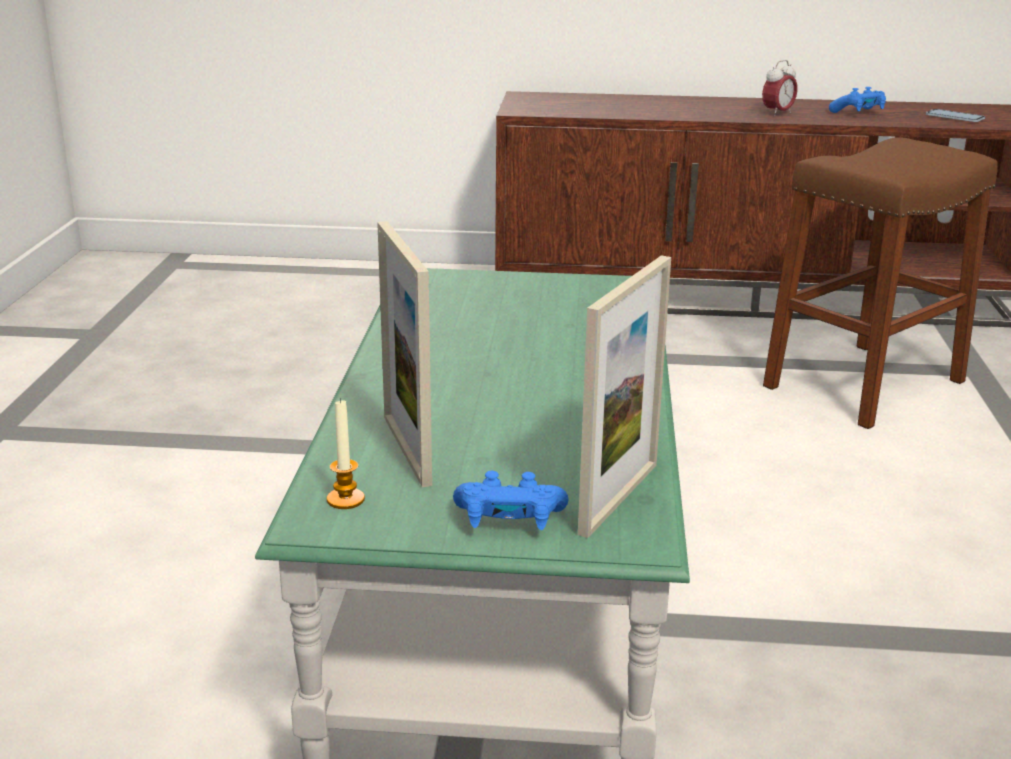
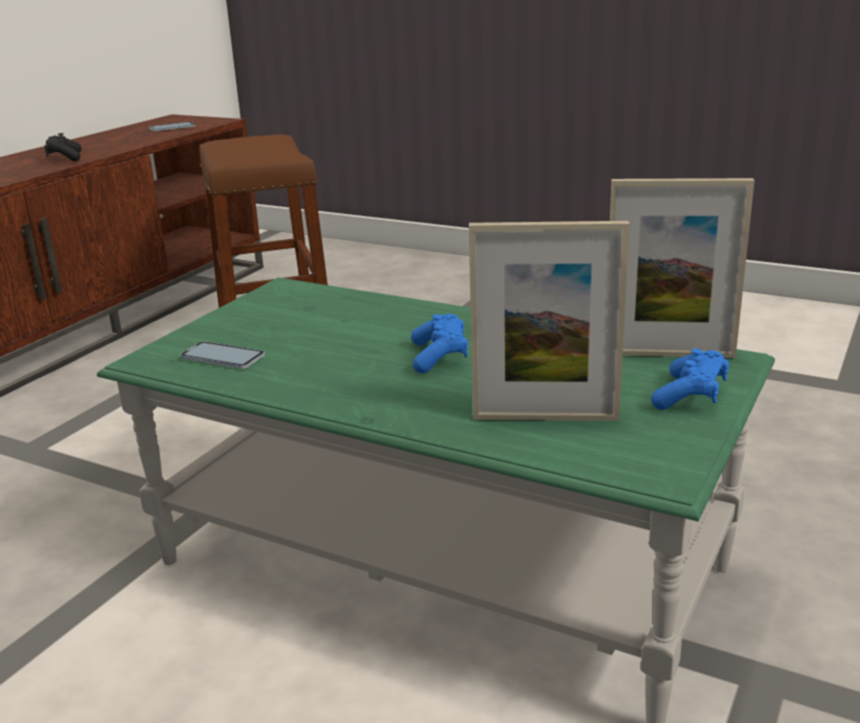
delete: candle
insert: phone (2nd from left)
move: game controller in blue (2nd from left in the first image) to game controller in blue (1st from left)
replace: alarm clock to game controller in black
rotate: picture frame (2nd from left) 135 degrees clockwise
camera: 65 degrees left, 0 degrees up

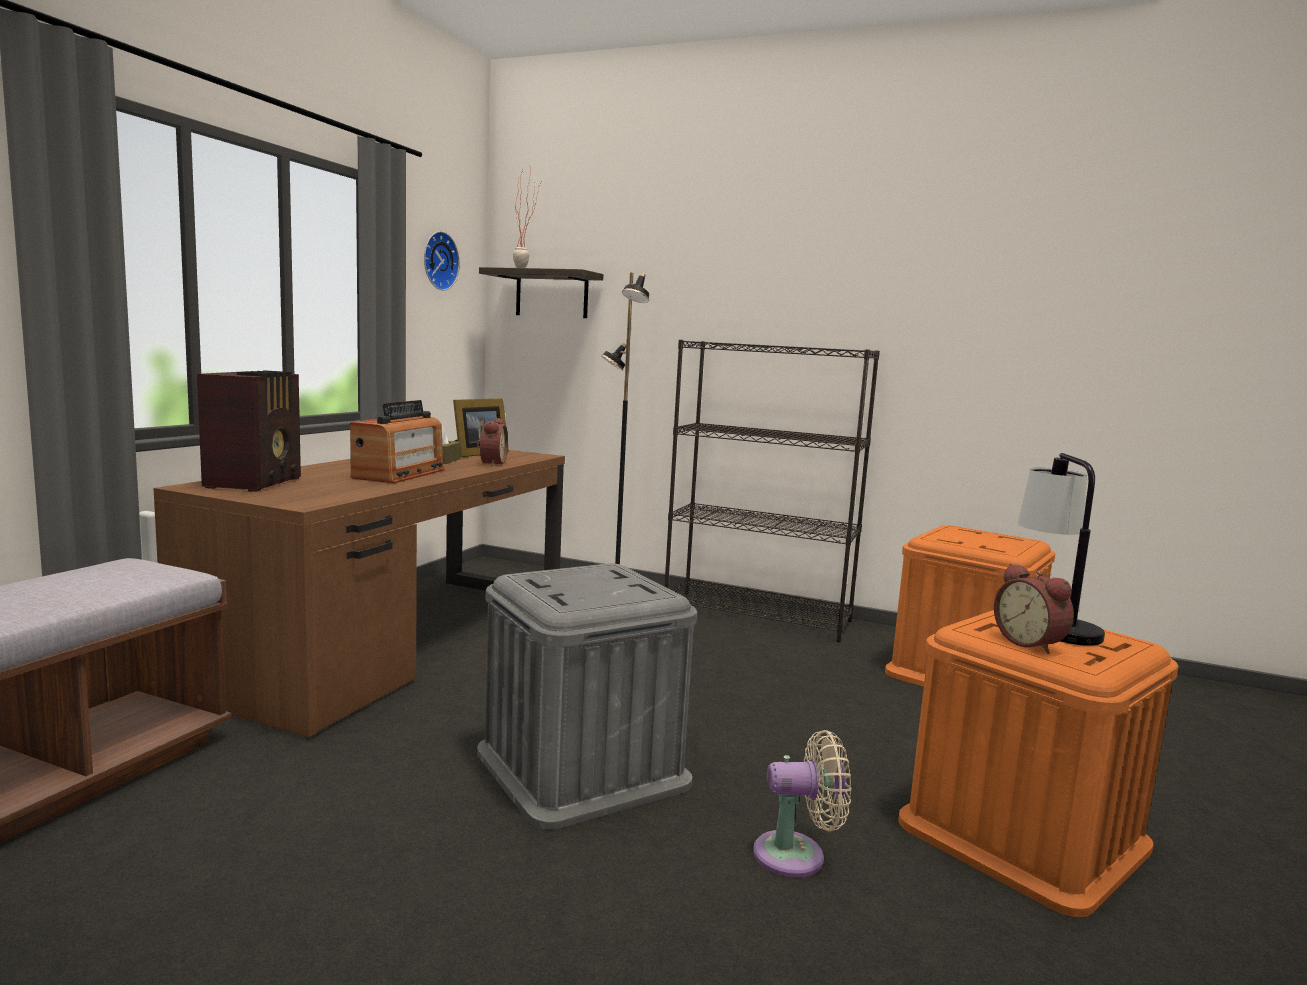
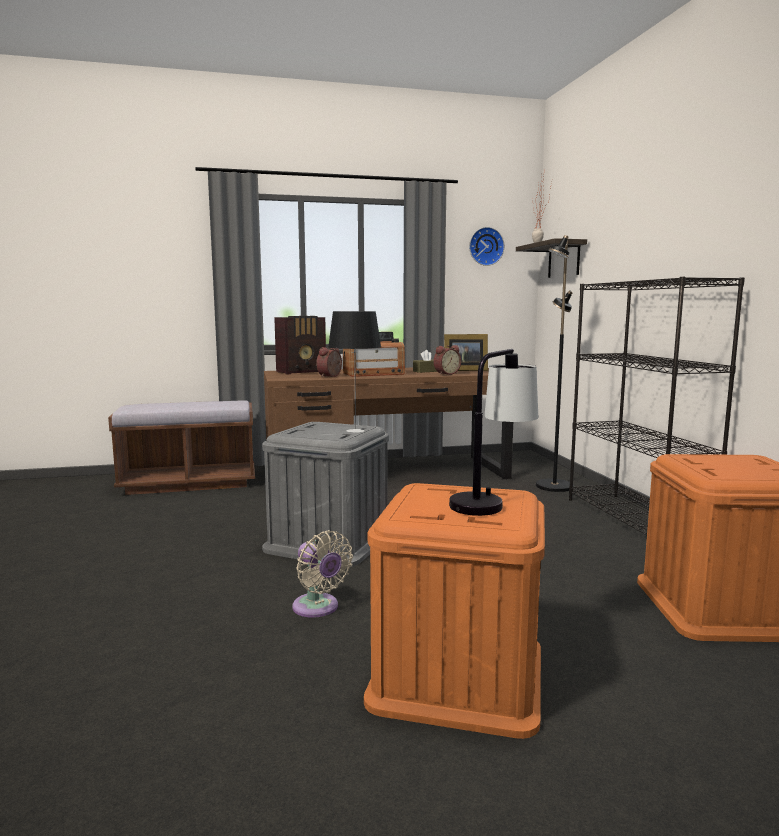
insert: table lamp (1st from left)
move: alarm clock (2nd from left in the first image) to alarm clock (1st from left)
camera: 55 degrees right, 0 degrees up

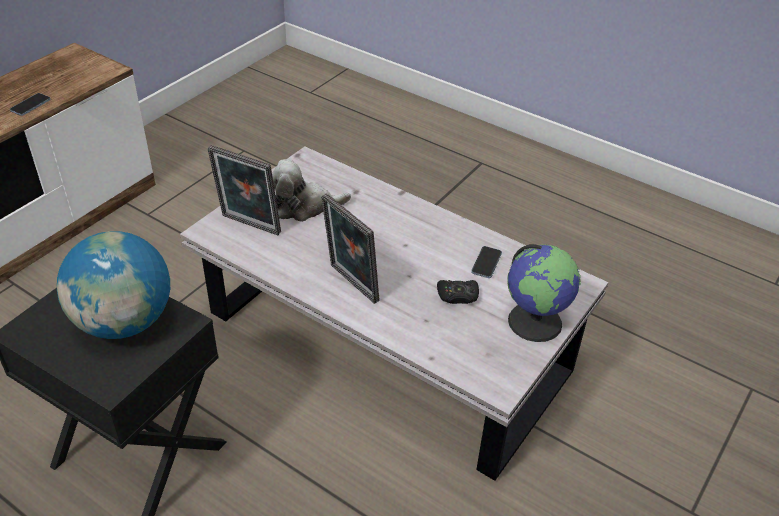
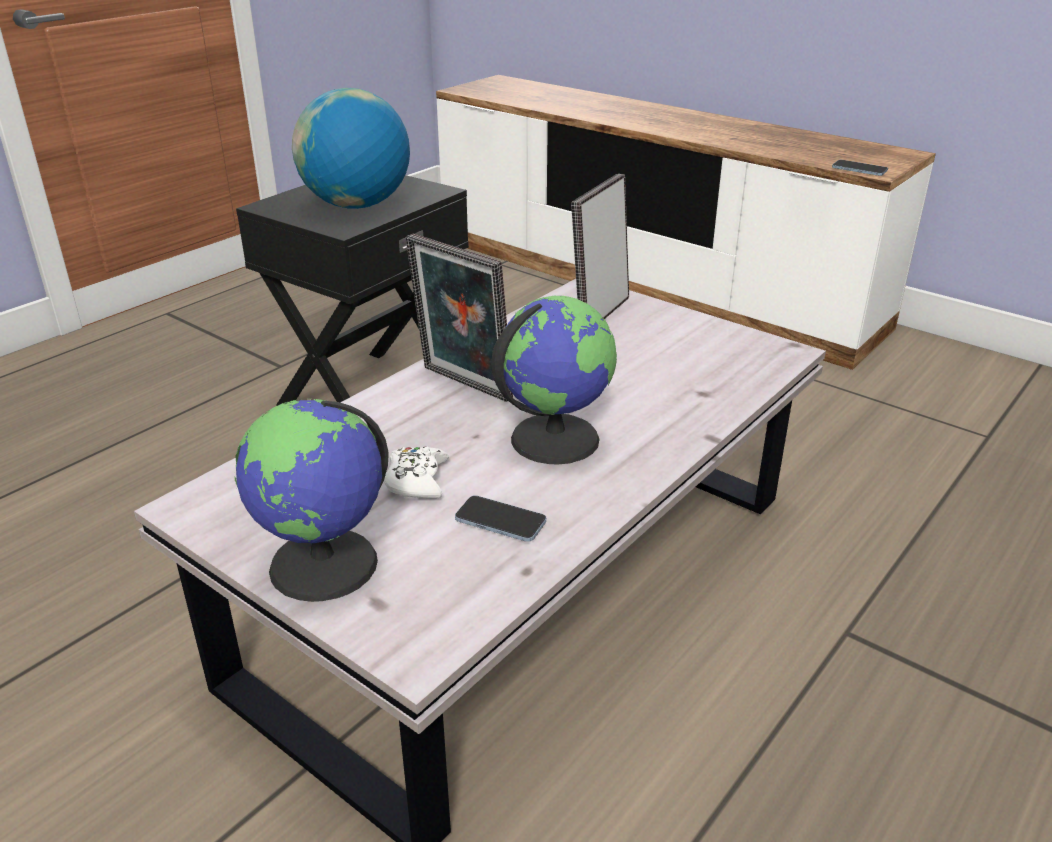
delete: plush toy
insert: globe (3rd from left)
move: phone (1st from left in the first image) to phone (2nd from left)
recolor: game controller in black to game controller in white
rotate: picture frame (2nd from left in the first image) 105 degrees counterclockwise
camera: 95 degrees right, 10 degrees down

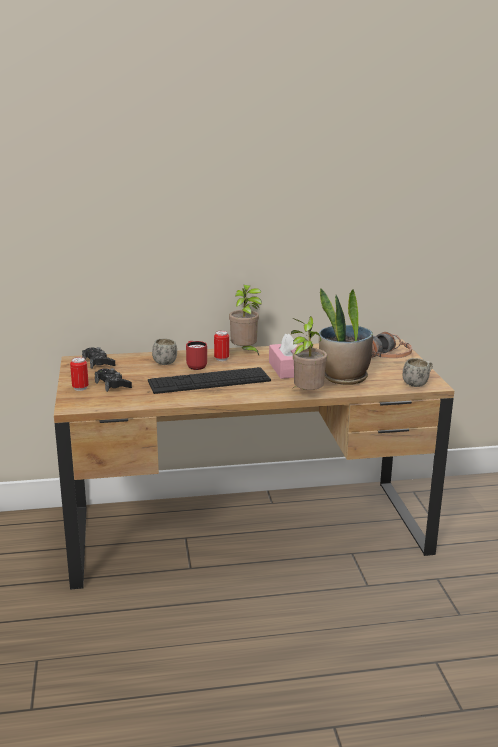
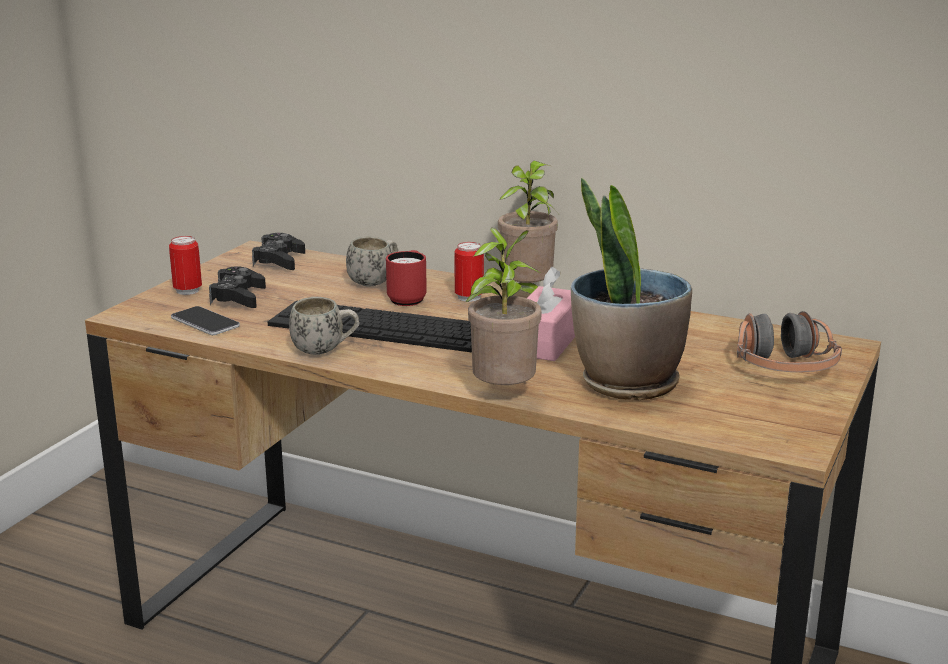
insert: phone
move: mug in white (2nd from left in the first image) to mug in white (1st from left)
camera: 35 degrees right, 0 degrees up

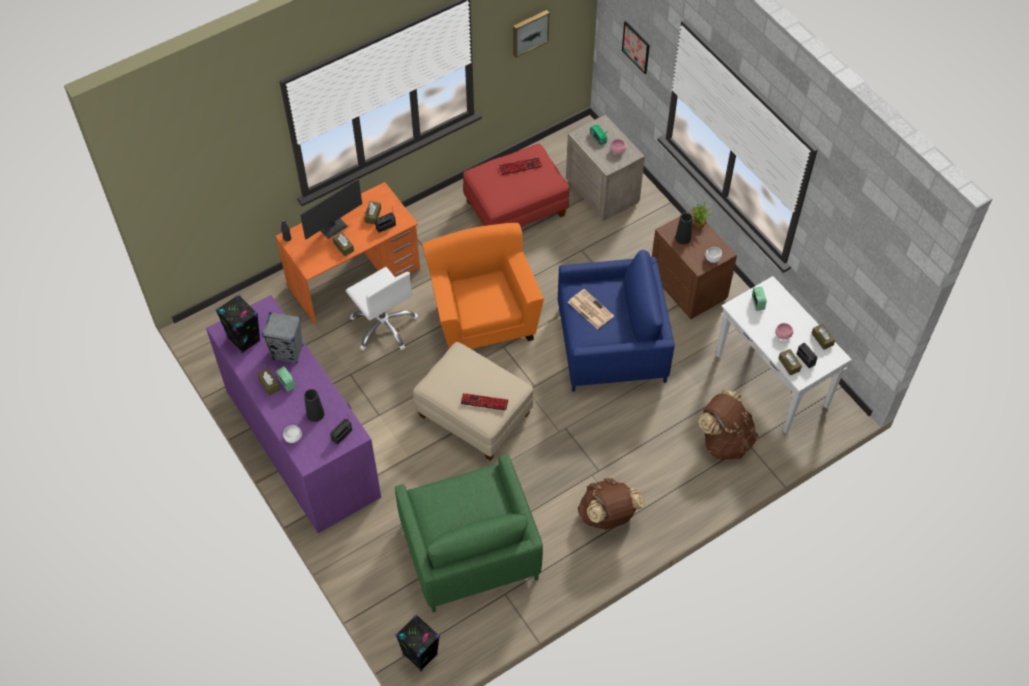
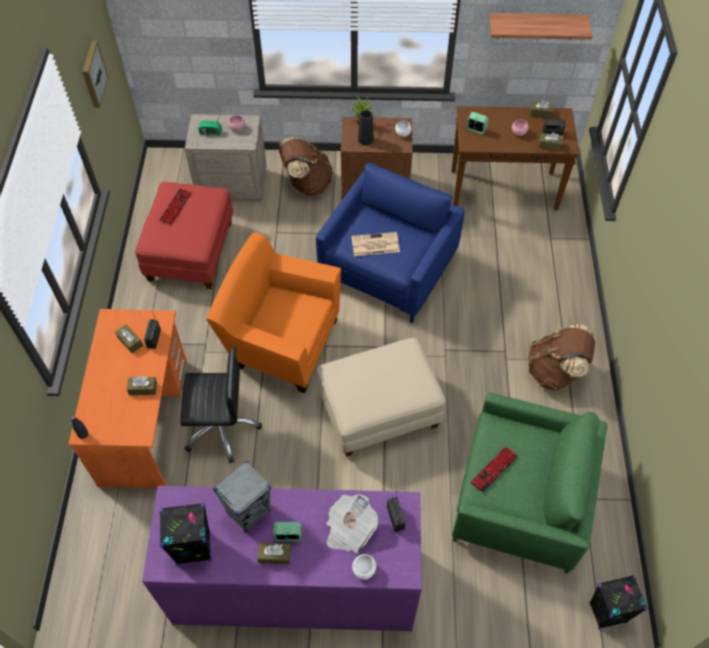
delete: monitor; picture (2nd from left)
insert: shelf
move: keyboard (1st from left in the first image) to keyboard (2nd from left); backpack in brown (2nd from left in the first image) to backpack in brown (1st from left)
replace: vase in black (1st from left) to newspaper (1st from left)
recolor: office chair in white to office chair in black; console table in white to console table in brown
camera: 55 degrees left, 0 degrees up

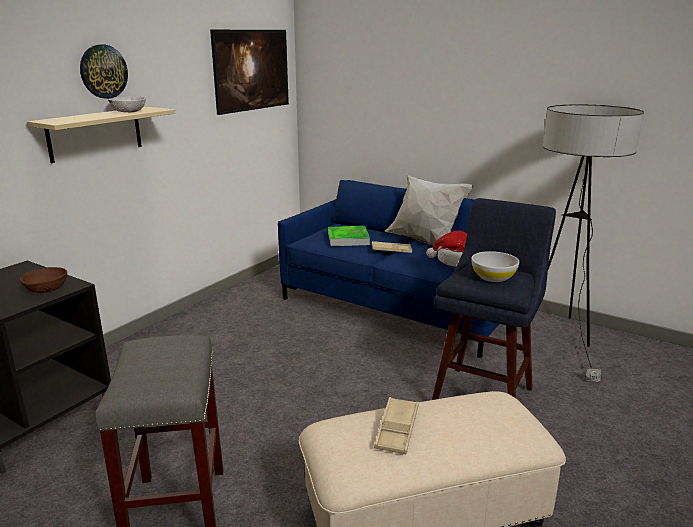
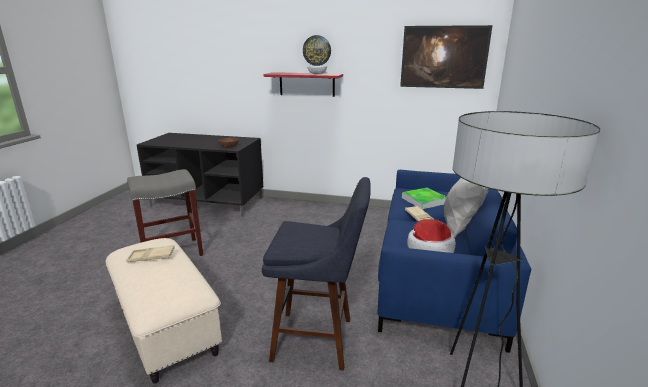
delete: bowl in white (2nd from left)
recolor: shelf in beige to shelf in red
camera: 70 degrees right, 0 degrees up

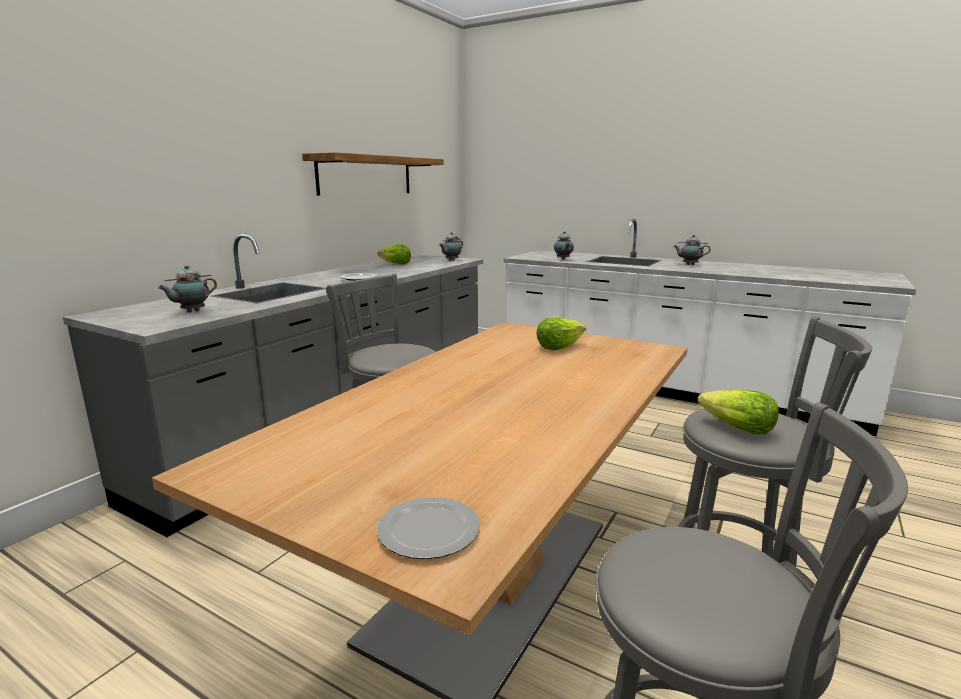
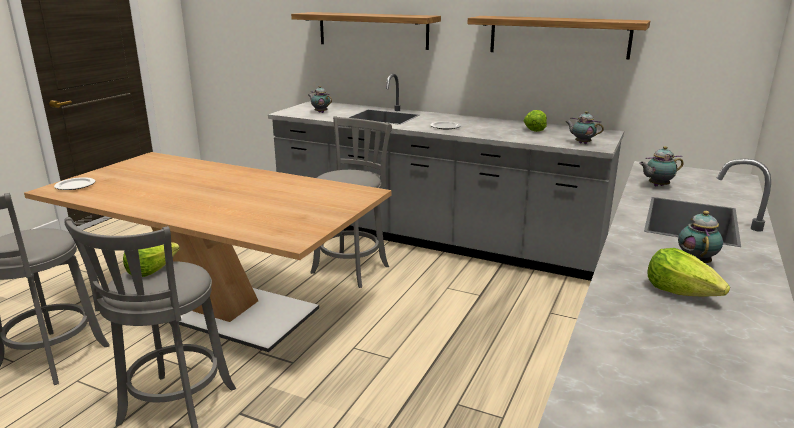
insert: shelf (1st from left)
move: lettuce (2nd from left in the first image) to lettuce (3rd from left)
camera: 85 degrees right, 5 degrees up

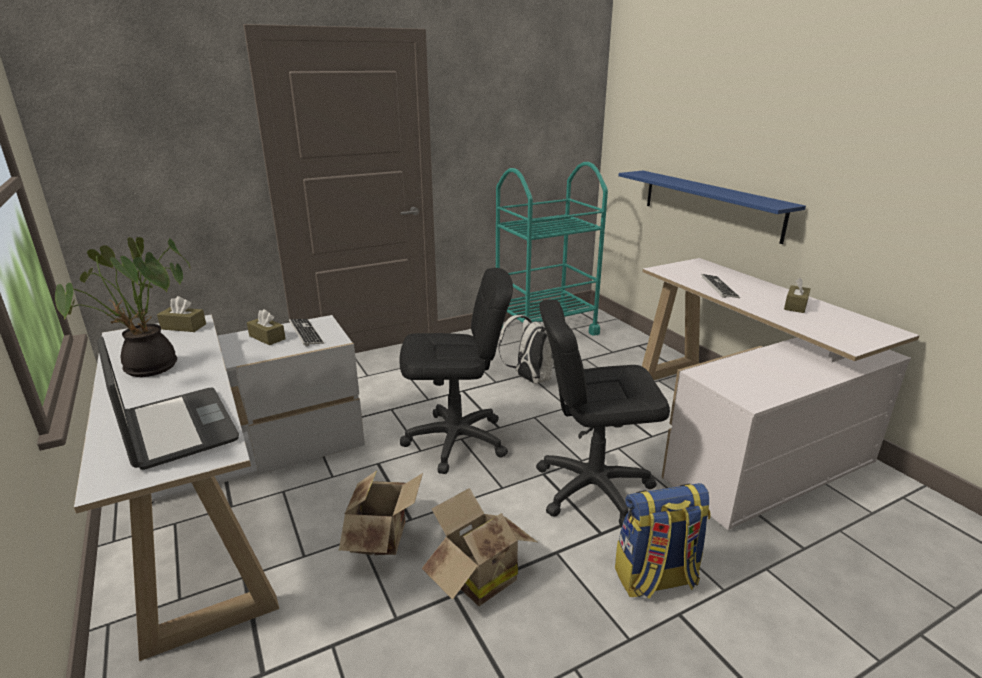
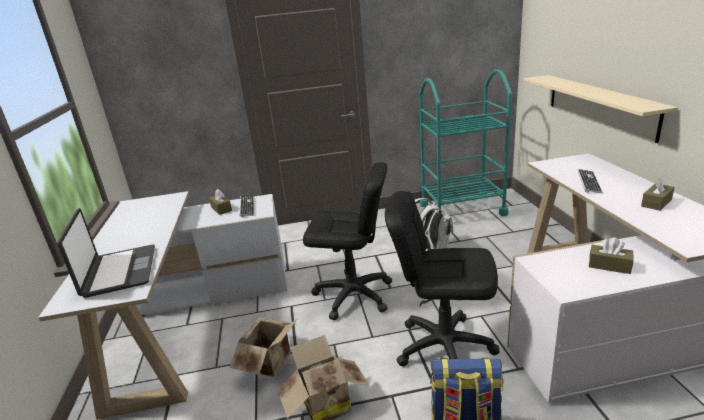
delete: potted plant
move: tissue box in brown (1st from left in the first image) to tissue box in brown (2nd from left)
recolor: shelf in blue to shelf in beige
camera: 20 degrees right, 0 degrees up

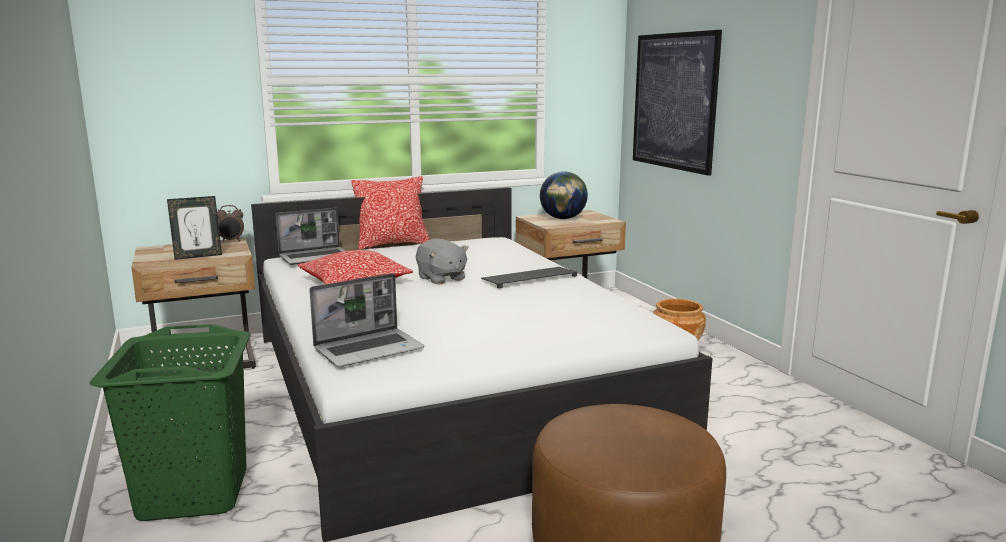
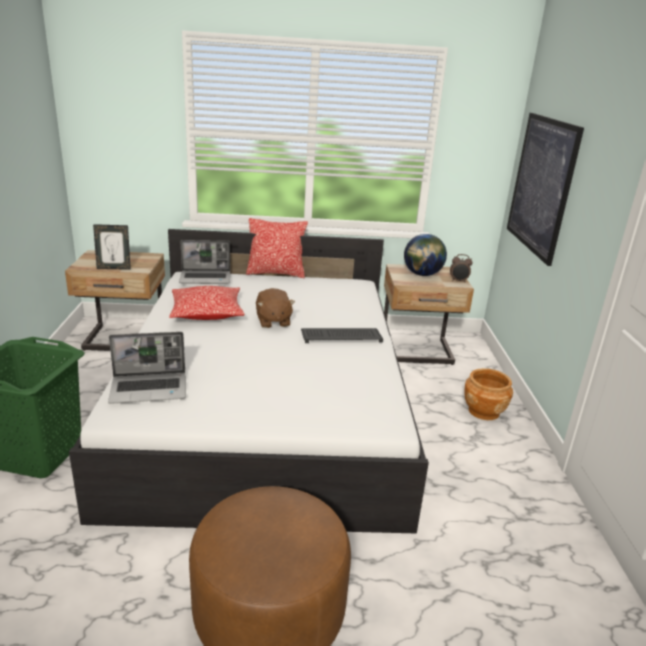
move: alarm clock
recolor: plush toy in grey to plush toy in brown
camera: 20 degrees right, 10 degrees up

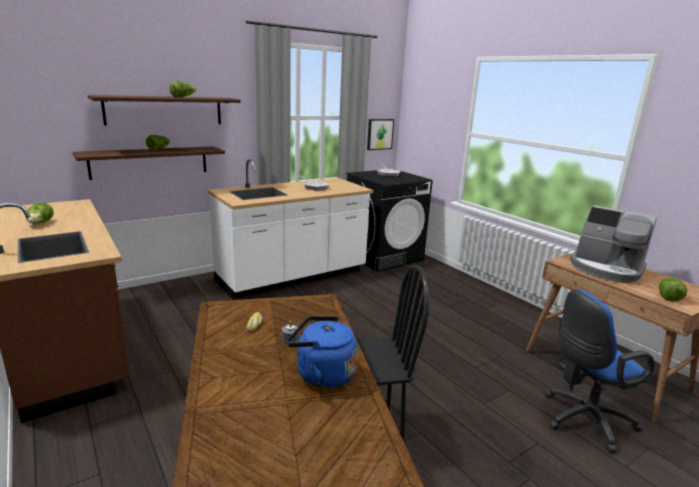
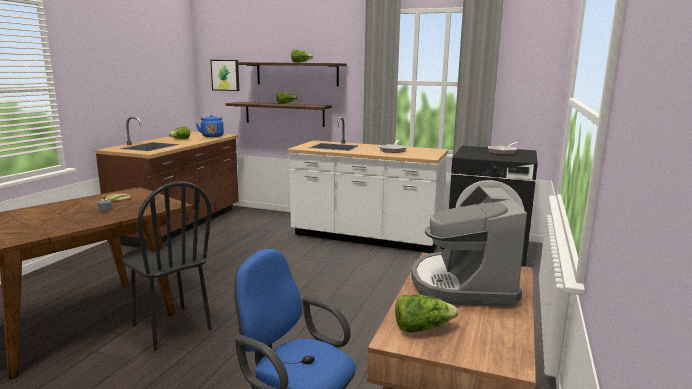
move: kettle in blue; picture
camera: 55 degrees right, 5 degrees down

